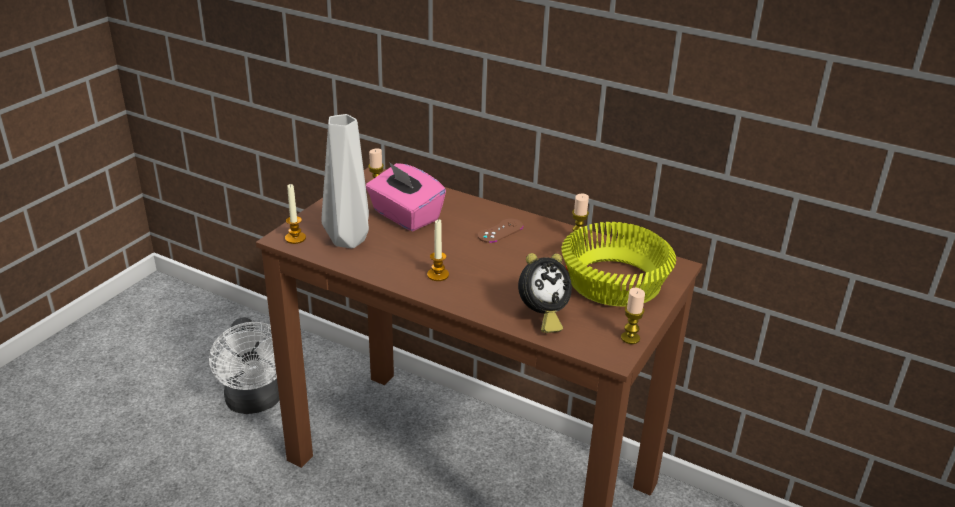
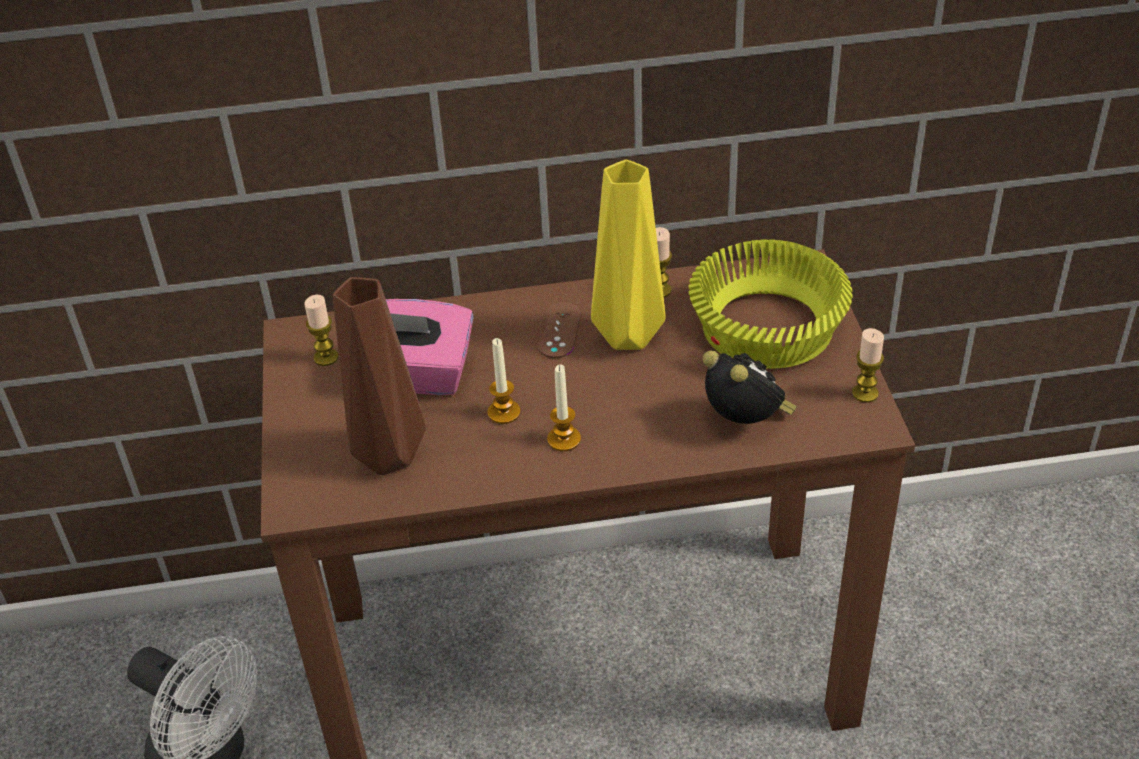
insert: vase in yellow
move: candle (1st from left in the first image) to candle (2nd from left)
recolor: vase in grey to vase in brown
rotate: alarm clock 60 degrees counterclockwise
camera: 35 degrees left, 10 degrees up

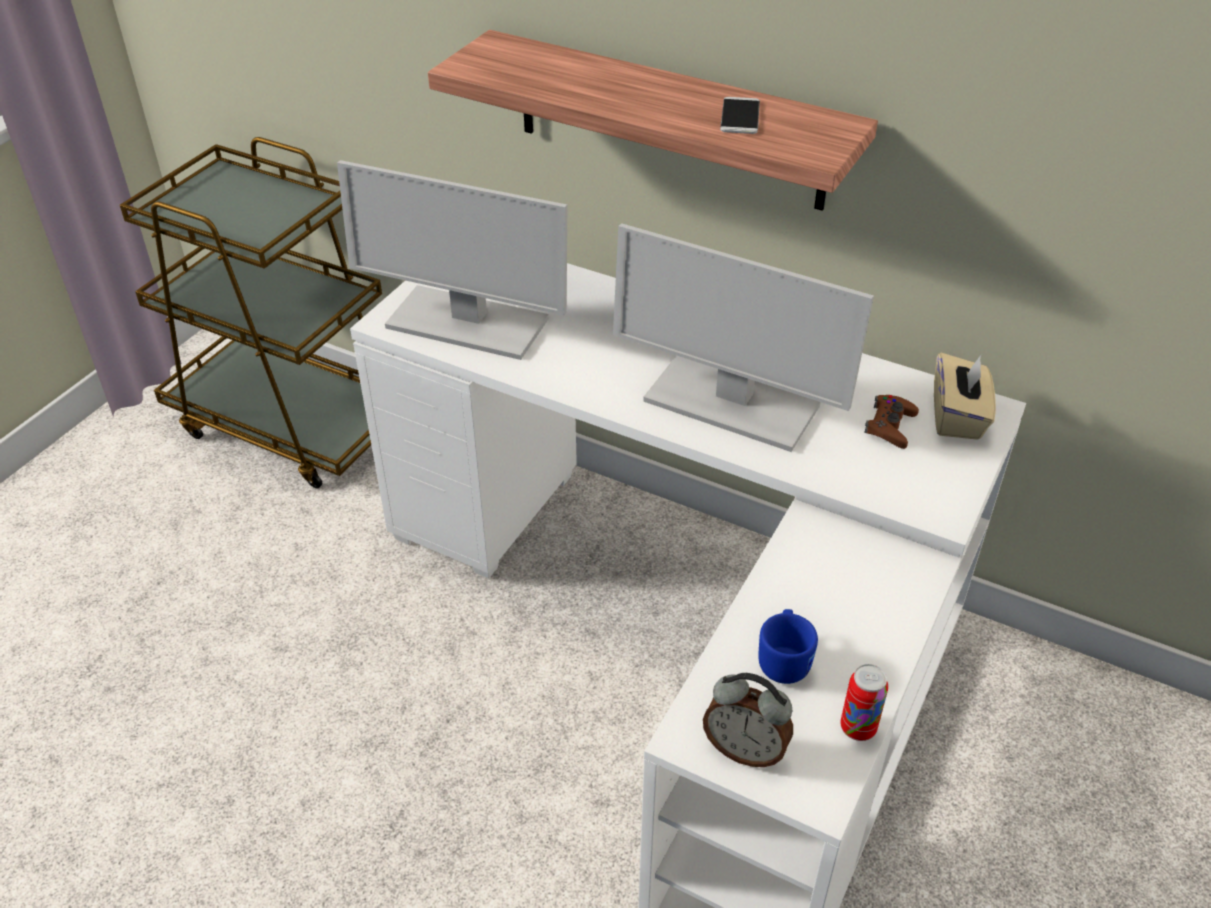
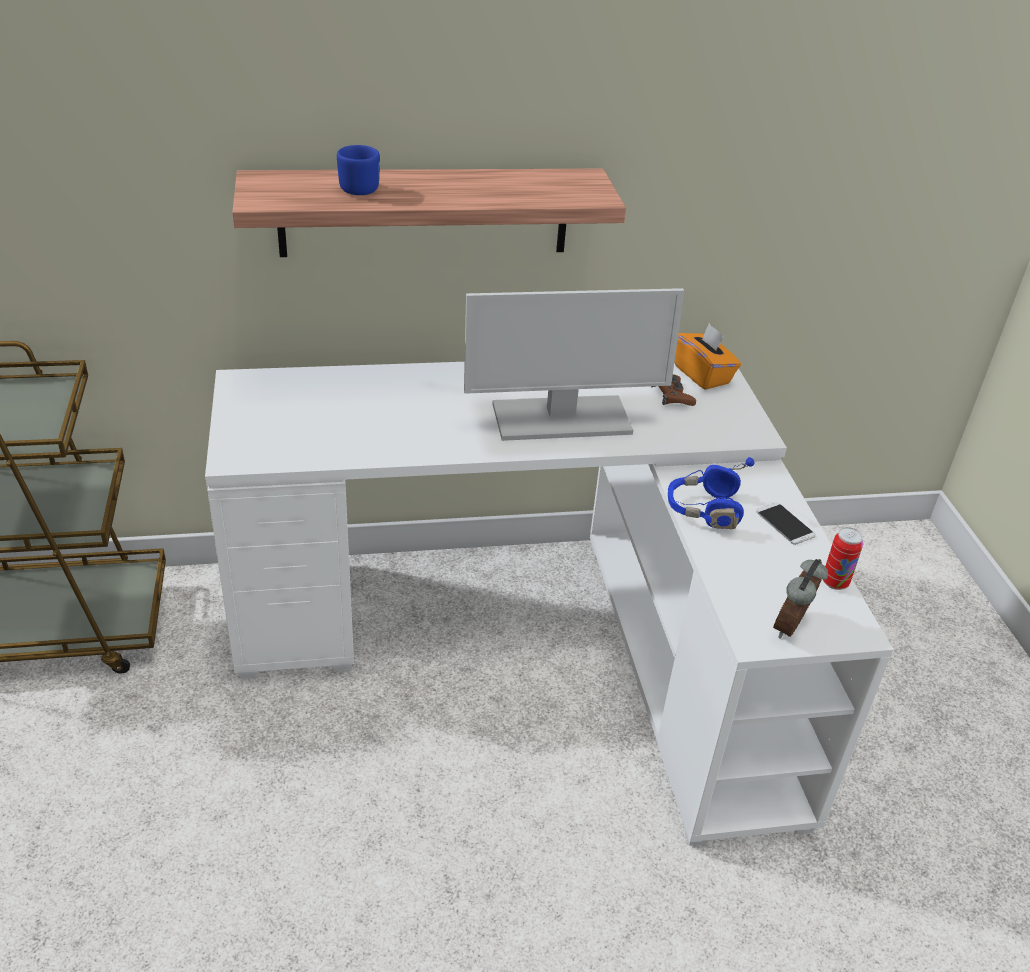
delete: monitor (1st from left)
insert: headphones in blue
move: phone; mug in blue
recolor: tissue box in beige to tissue box in orange
rotate: alarm clock 135 degrees clockwise
camera: 40 degrees left, 5 degrees down

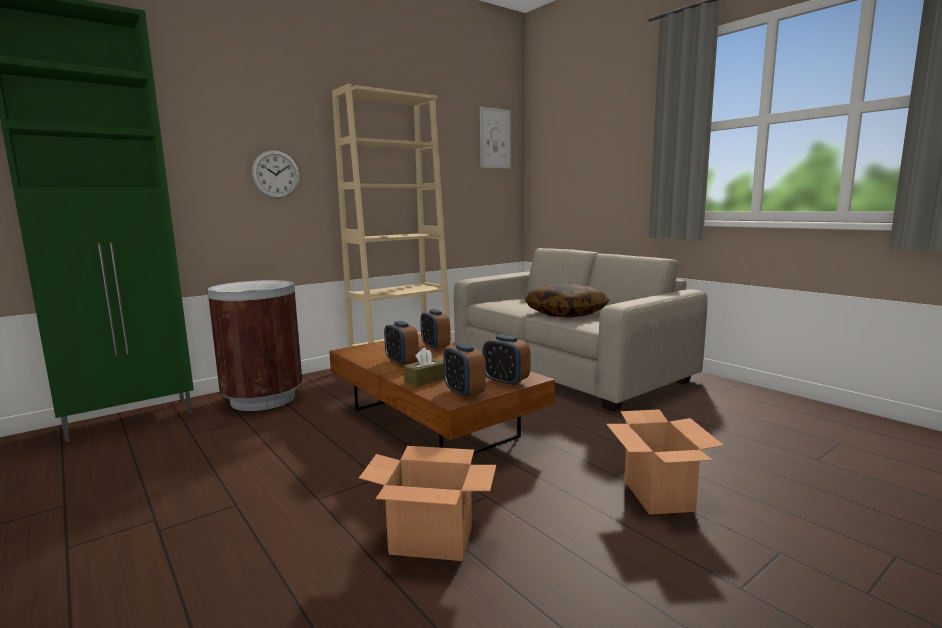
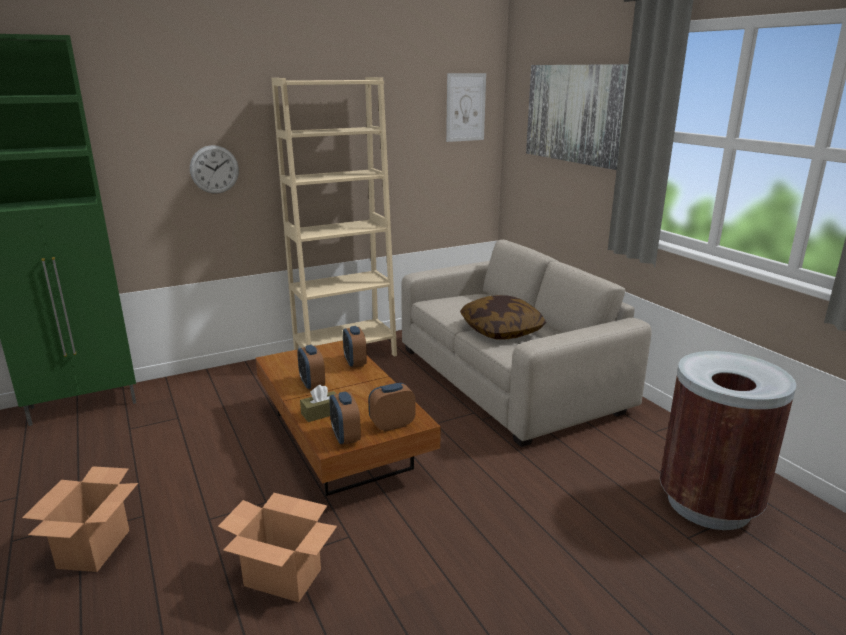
insert: picture (2nd from left)
move: trash can in brown; cardboard box (2nd from left in the first image) to cardboard box (1st from left)
rotate: alarm clock (4th from left) 105 degrees clockwise
camera: 10 degrees right, 10 degrees up

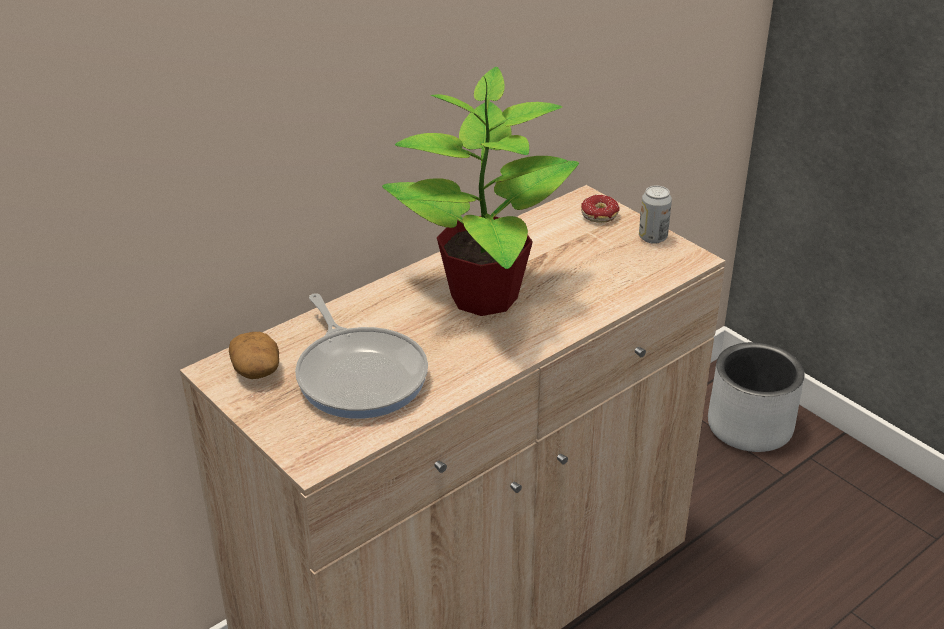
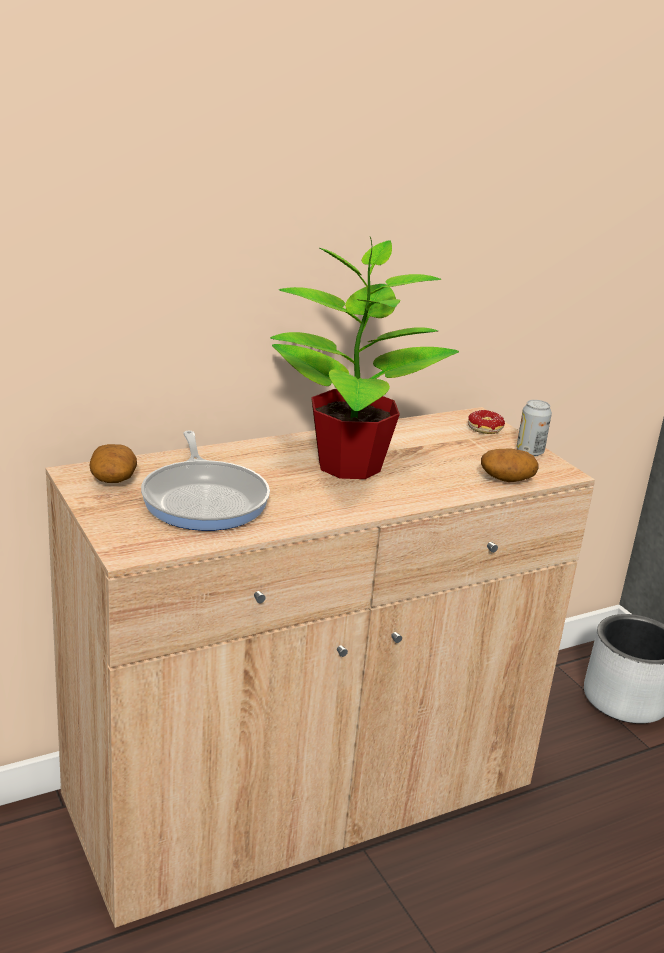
insert: potato (2nd from left)
camera: 10 degrees right, 10 degrees down

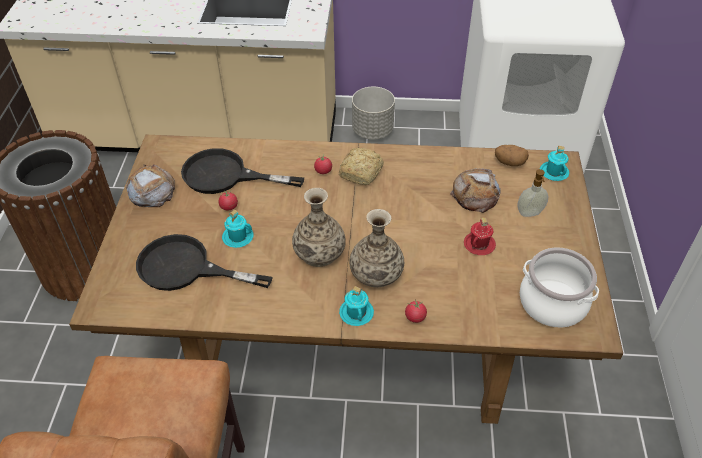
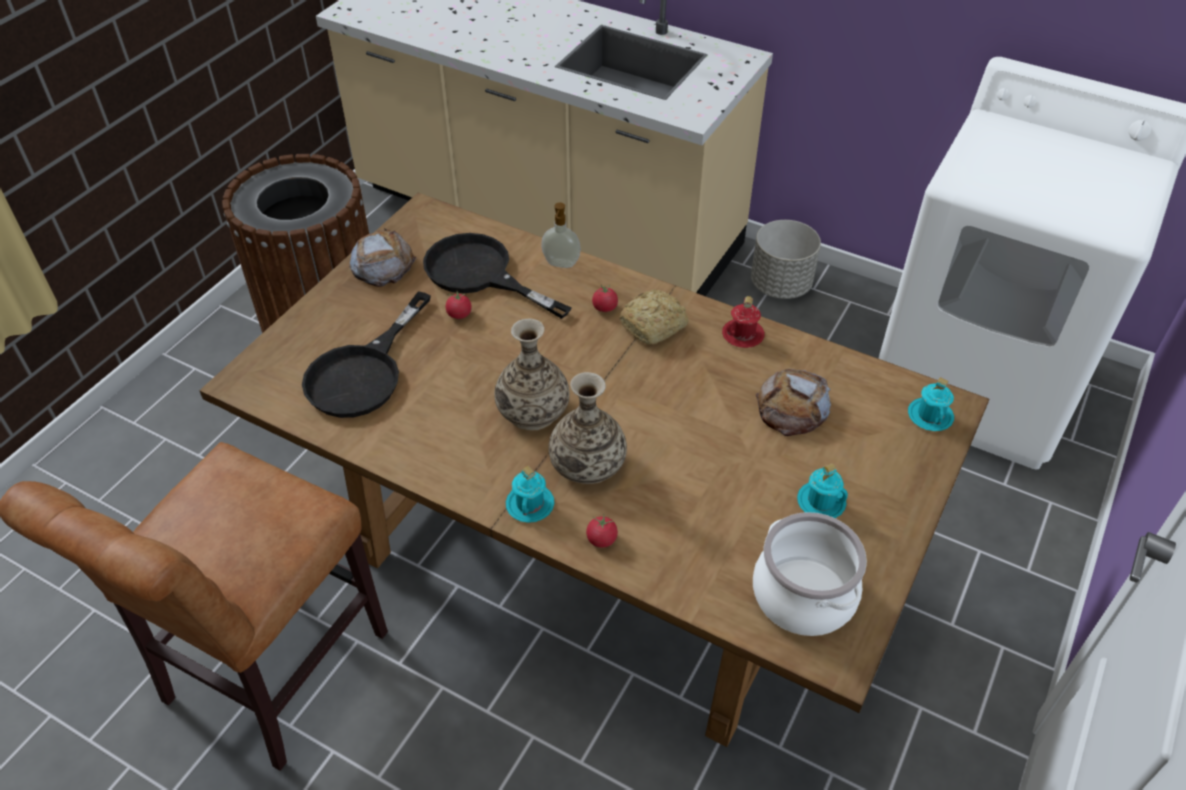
delete: potato
move: mug in turquoise (1st from left in the first image) to mug in turquoise (2nd from left); mug in red; soap dispenser
rotate: frying pan in black (1st from left) 105 degrees counterclockwise
camera: 25 degrees right, 0 degrees up

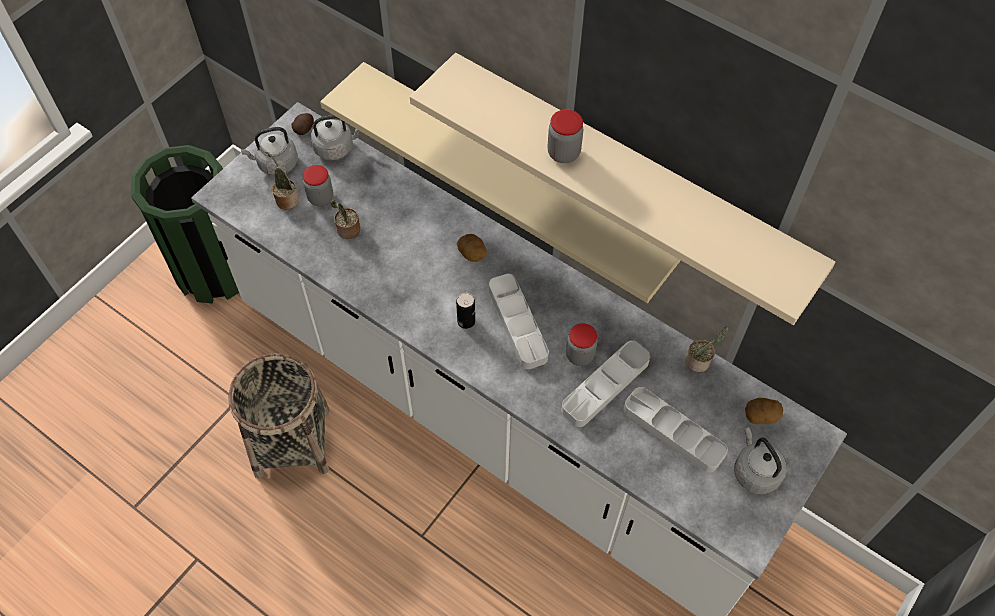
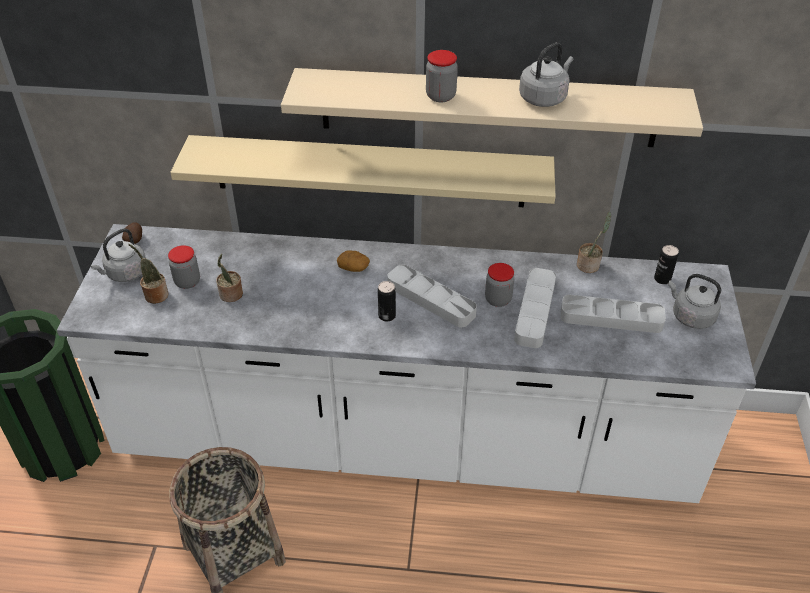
move: kettle in grey (2nd from left)
replace: potato (3rd from left) to can (2nd from left)
camera: 30 degrees left, 15 degrees down

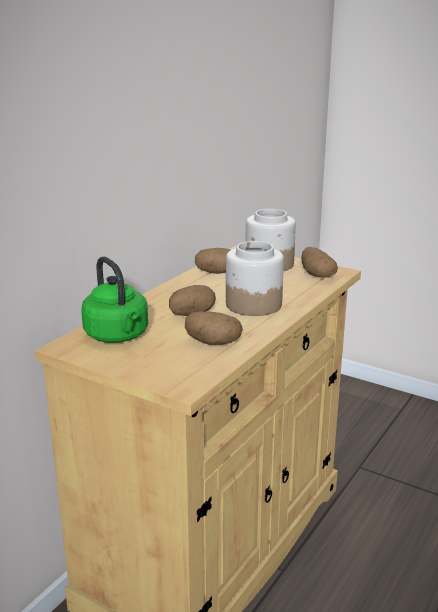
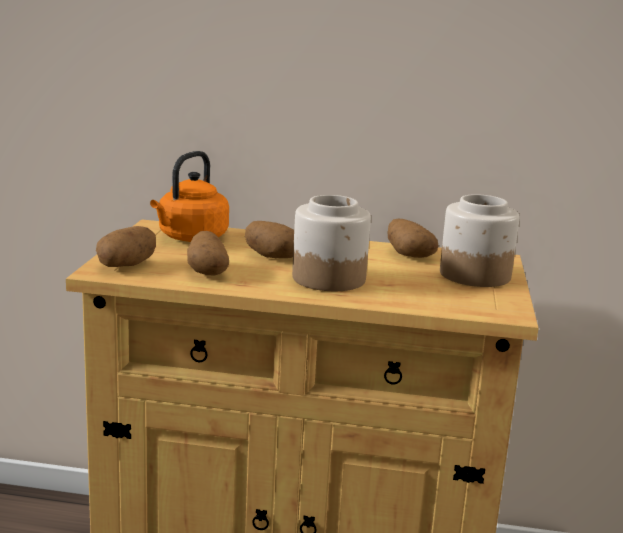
move: potato (4th from left in the first image) to potato (1st from left)
recolor: kettle in green to kettle in orange
camera: 65 degrees right, 5 degrees down

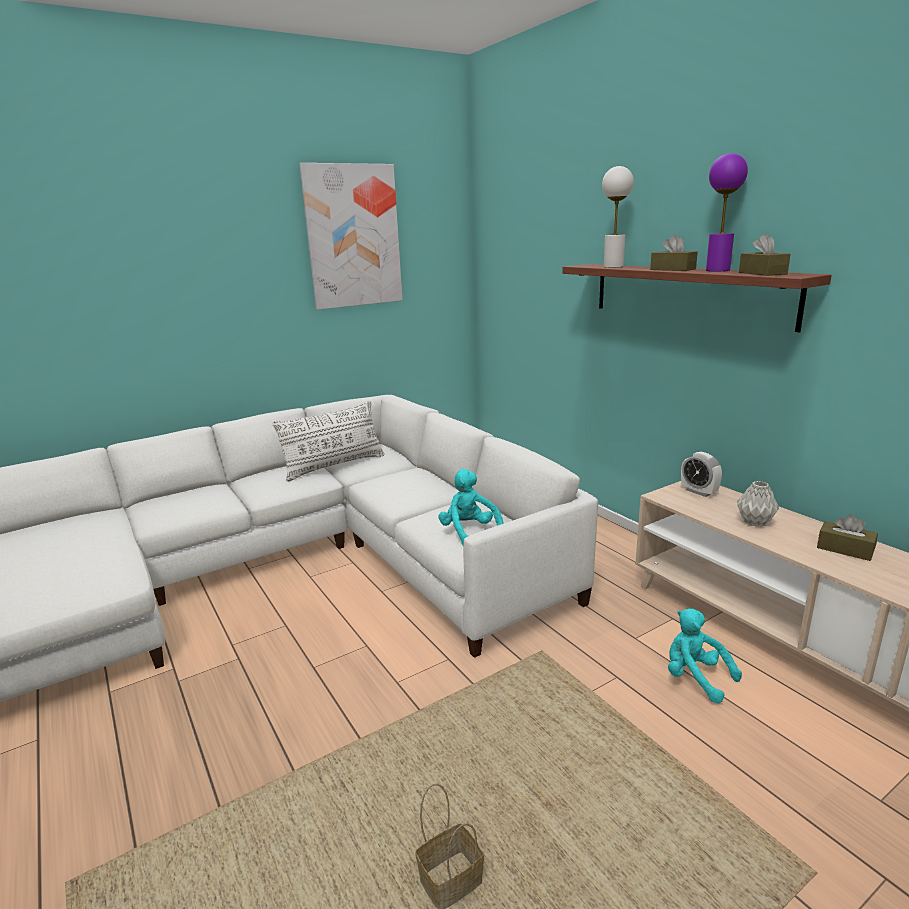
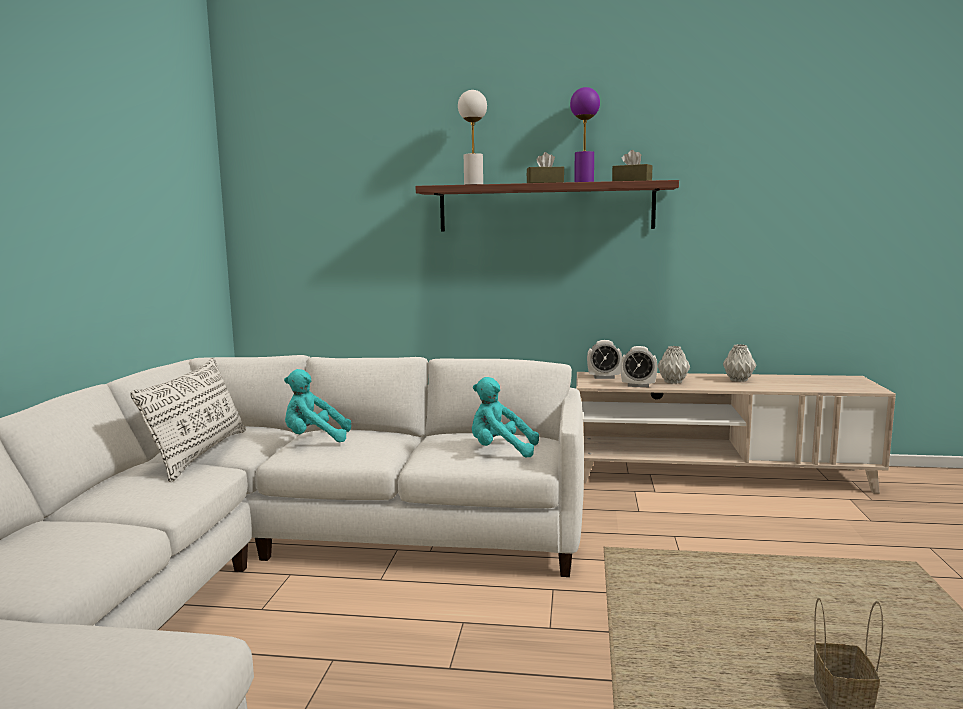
delete: picture
insert: alarm clock (2nd from left)
move: plush toy in turquoise (2nd from left in the first image) to plush toy in turquoise (1st from left)
replace: tissue box in brown (3rd from left) to vase in grey (2nd from left)
camera: 50 degrees left, 10 degrees down

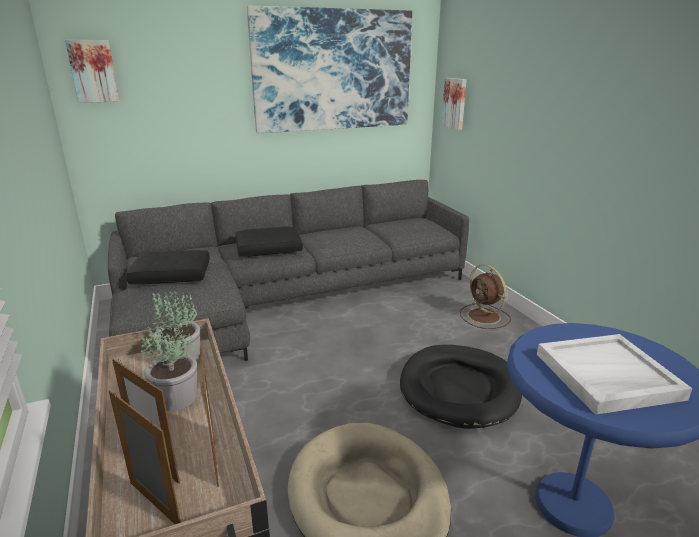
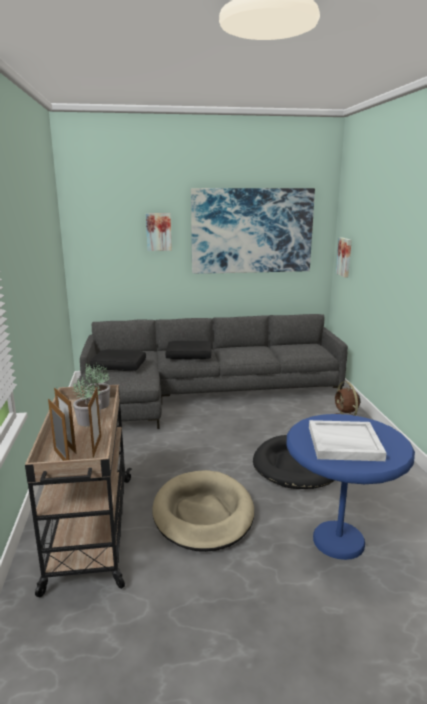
move: picture (1st from left)
camera: 15 degrees right, 5 degrees down

